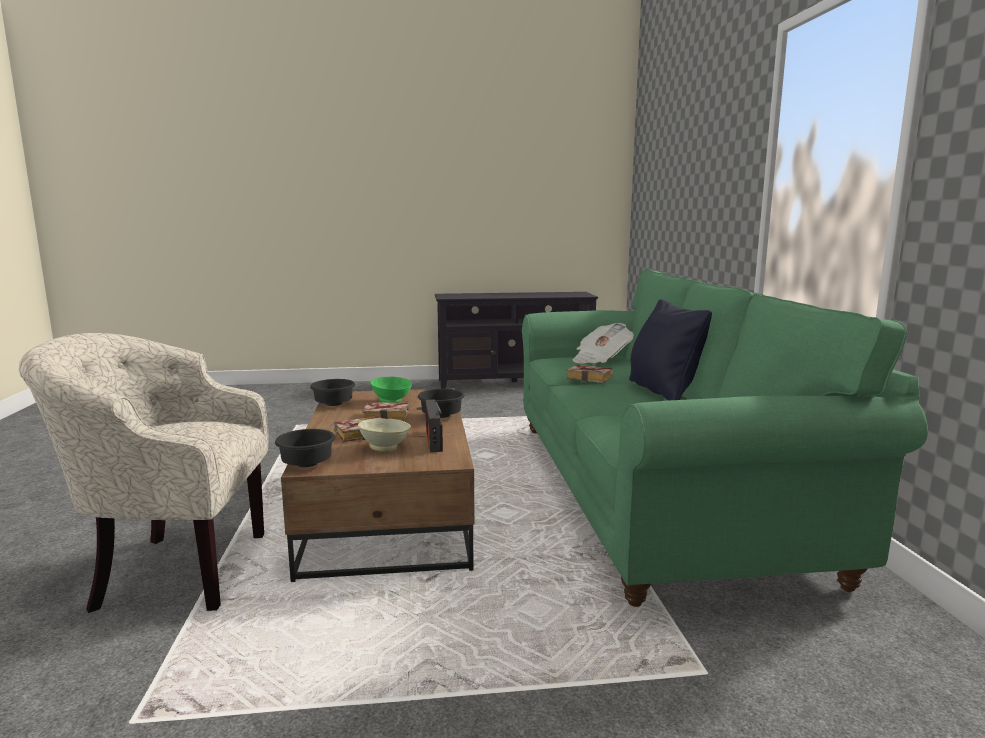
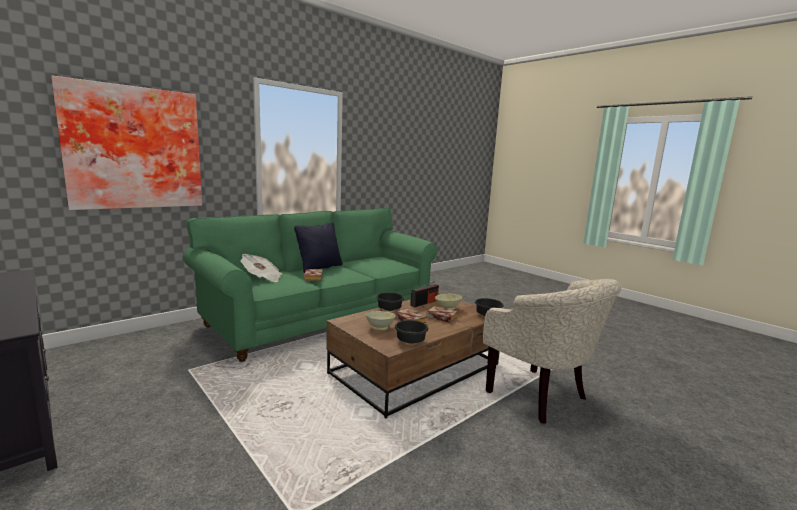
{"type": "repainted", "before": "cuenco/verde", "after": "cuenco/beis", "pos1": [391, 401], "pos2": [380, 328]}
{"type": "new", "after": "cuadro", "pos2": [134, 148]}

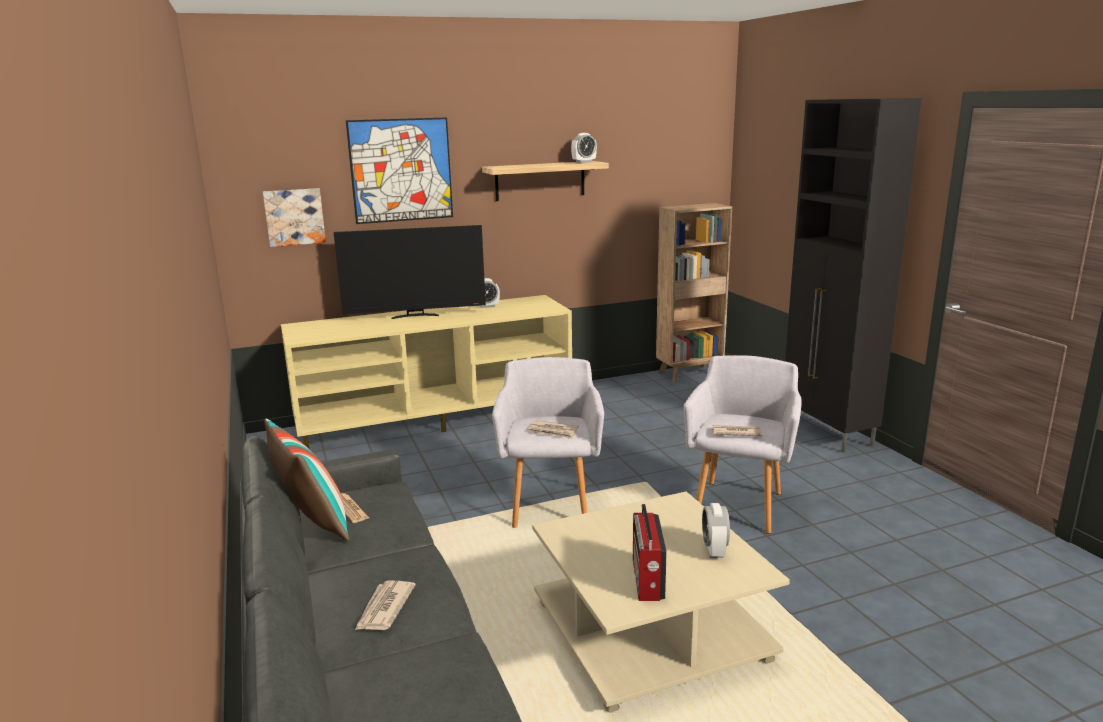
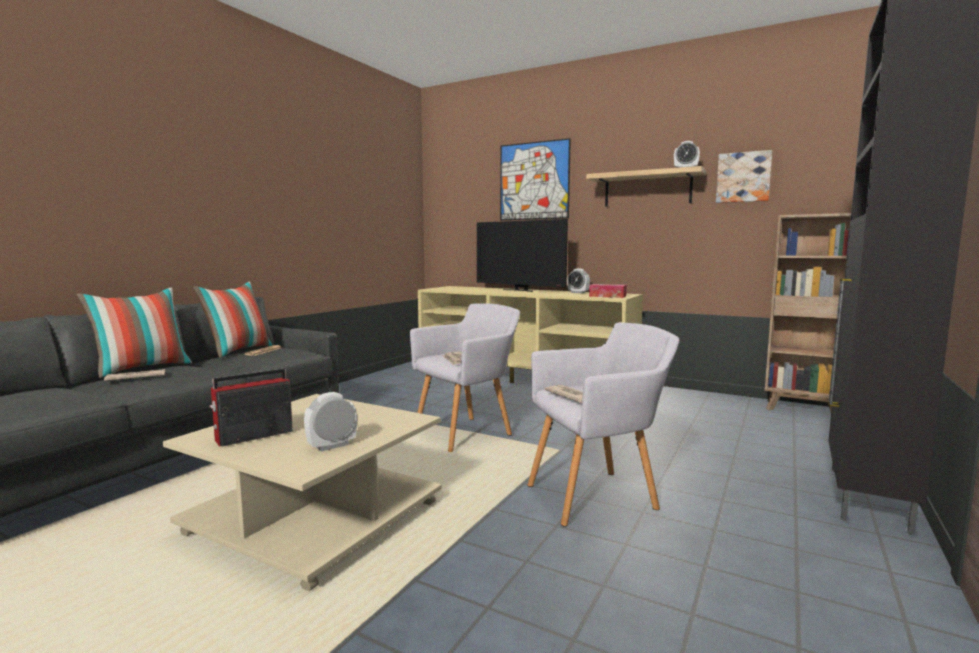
{"type": "shifted", "before": "cuadro", "pos1": [294, 217], "pos2": [743, 177]}
{"type": "new", "after": "caja de pañuelos", "pos2": [607, 296]}
{"type": "new", "after": "cojín", "pos2": [142, 369]}

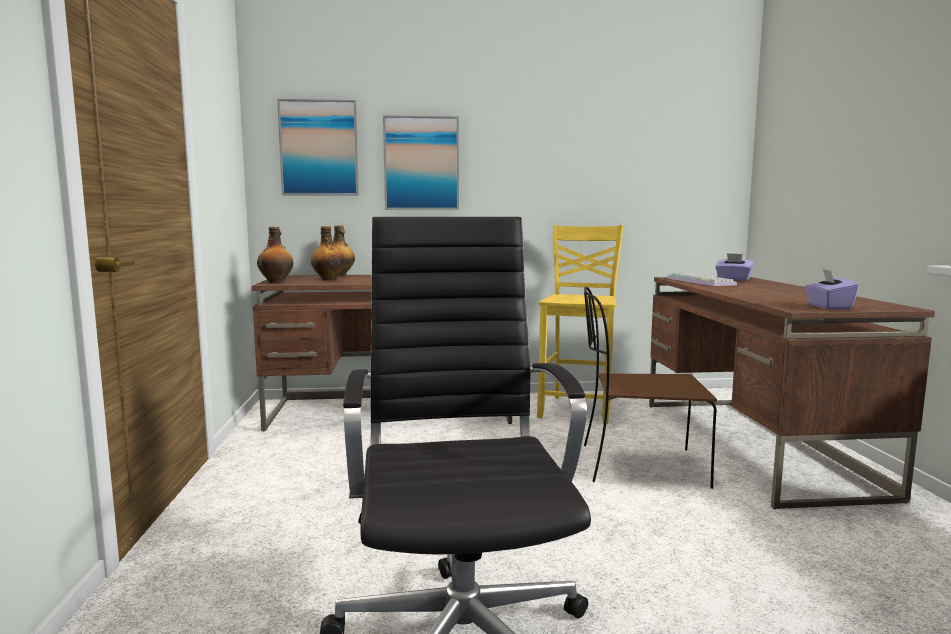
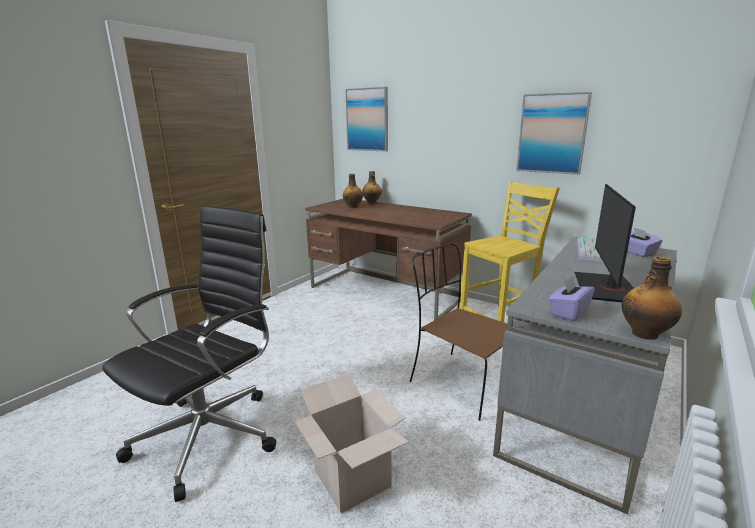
{"type": "shifted", "before": "cuadro", "pos1": [421, 163], "pos2": [552, 133]}
{"type": "shifted", "before": "botella", "pos1": [276, 282], "pos2": [645, 334]}
{"type": "repainted", "before": "escritorio/marrón", "after": "escritorio/gris", "pos1": [753, 446], "pos2": [583, 403]}
{"type": "new", "after": "monitor", "pos2": [605, 288]}
{"type": "new", "after": "caja de cartón", "pos2": [352, 479]}

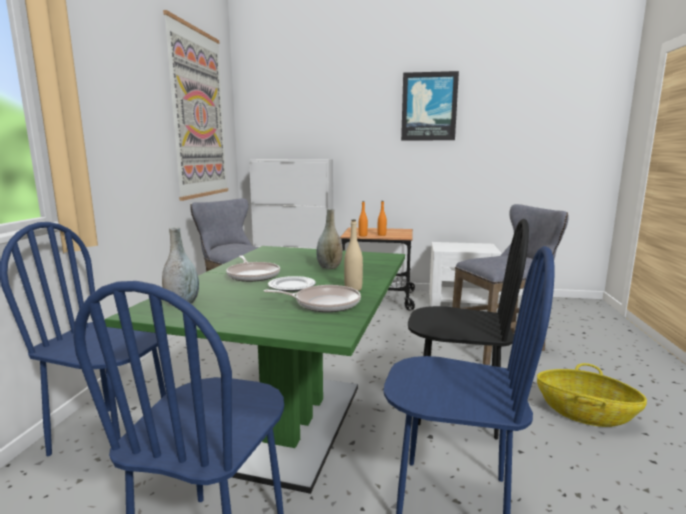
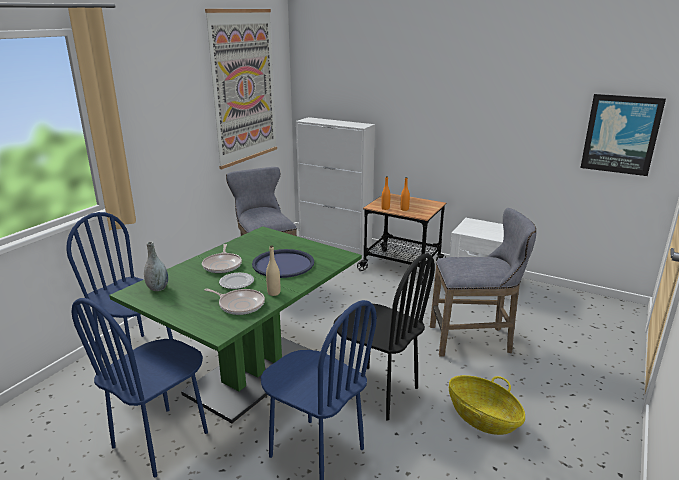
{"type": "shifted", "before": "cuadro", "pos1": [429, 106], "pos2": [621, 134]}
{"type": "swapped", "before": "florero/gris", "after": "bandeja/azul", "pos1": [329, 267], "pos2": [283, 264]}

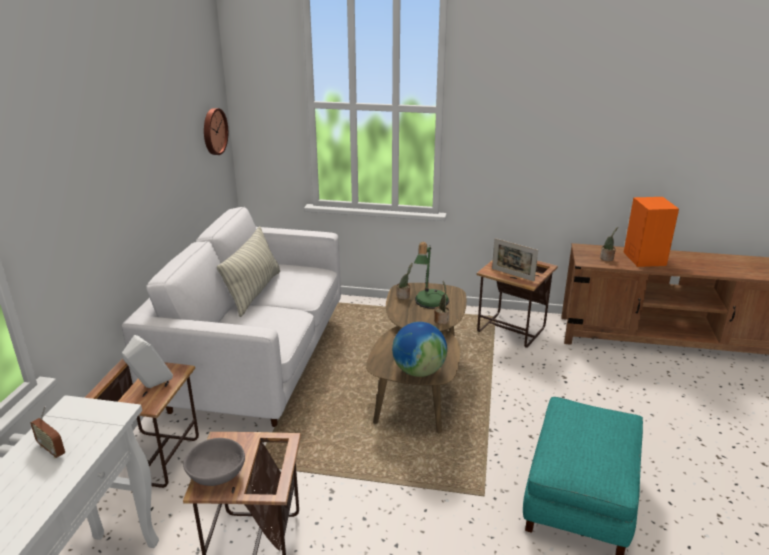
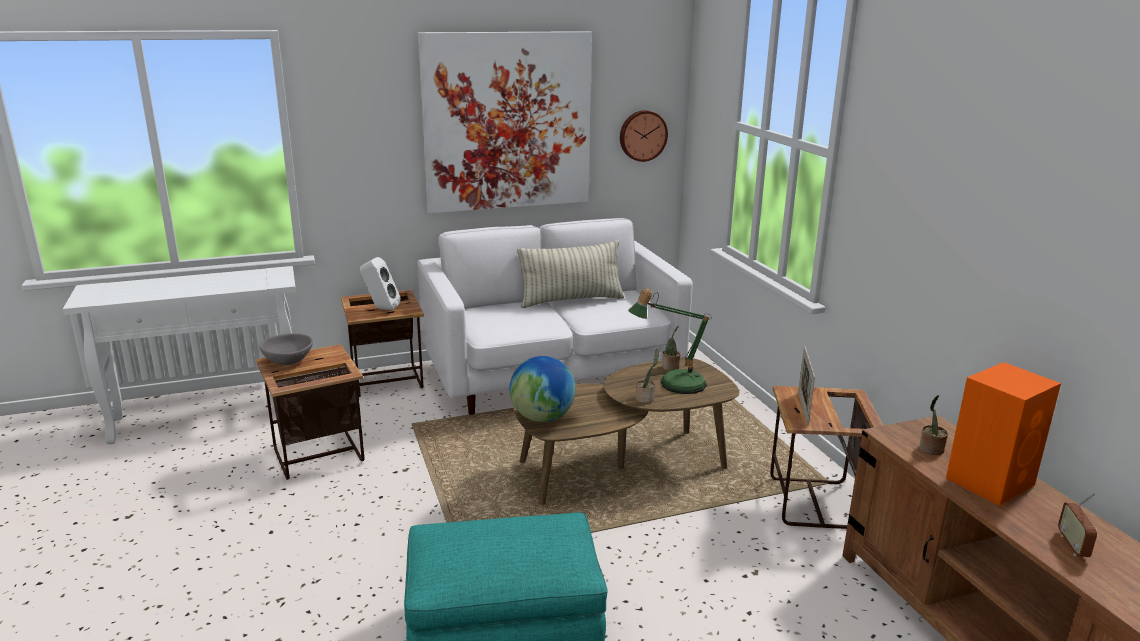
{"type": "shifted", "before": "radio", "pos1": [52, 450], "pos2": [1072, 546]}
{"type": "new", "after": "cuadro", "pos2": [507, 122]}

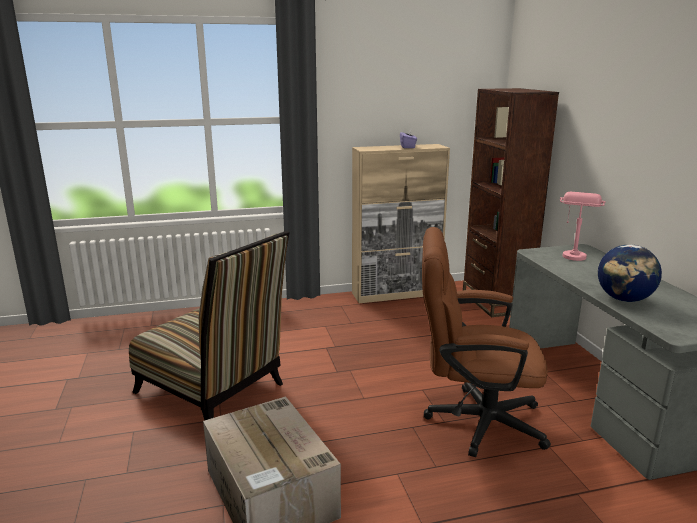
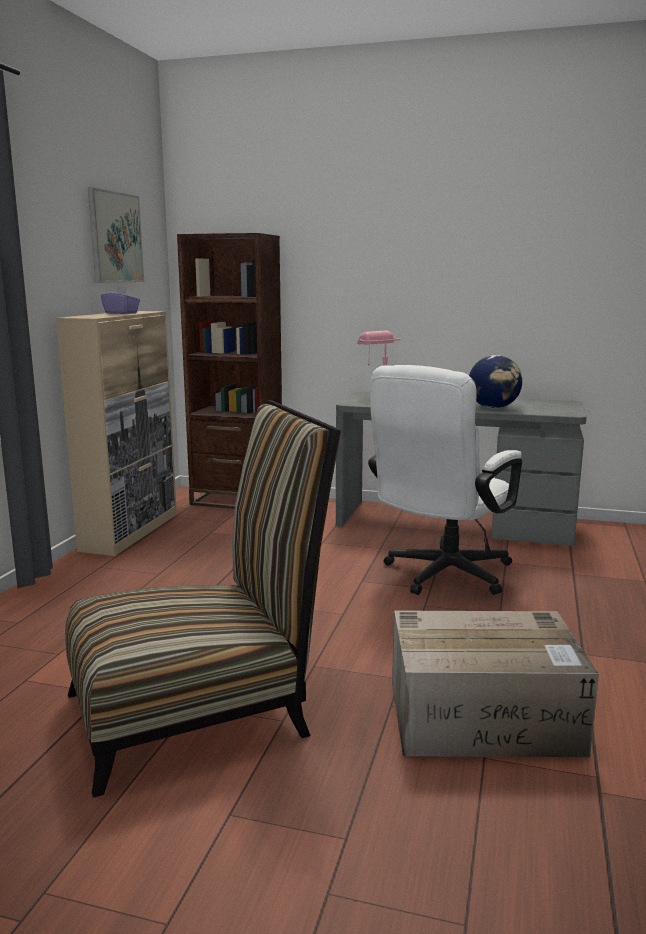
{"type": "repainted", "before": "silla de oficina/marrón", "after": "silla de oficina/blanco", "pos1": [473, 421], "pos2": [441, 576]}
{"type": "new", "after": "cuadro", "pos2": [115, 237]}

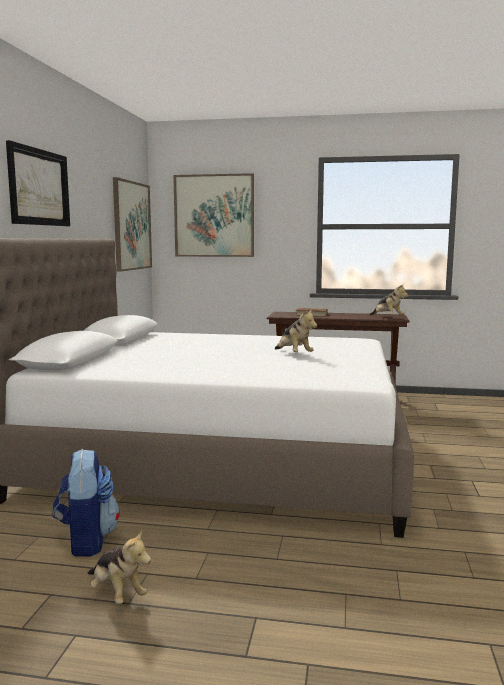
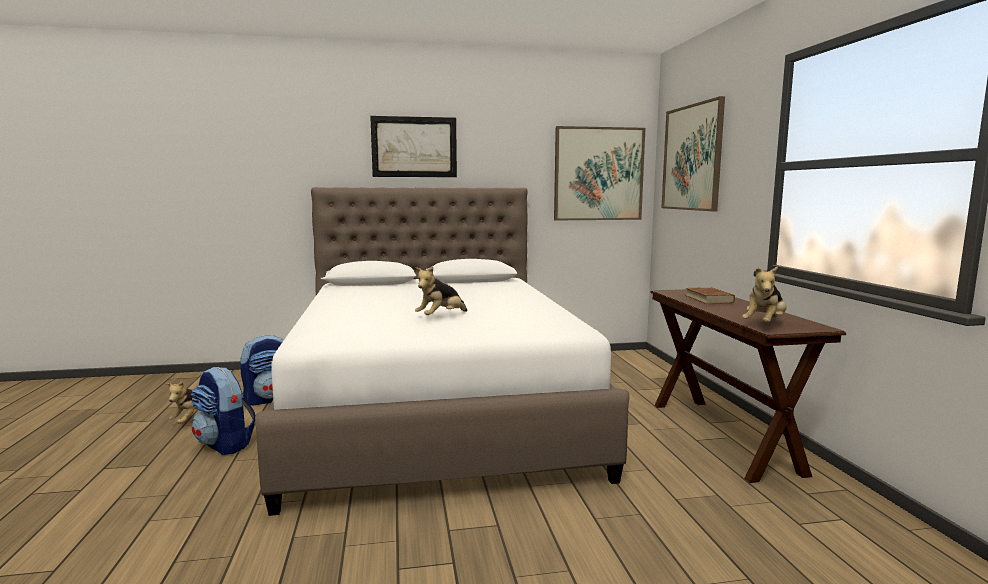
{"type": "new", "after": "mochila", "pos2": [225, 445]}

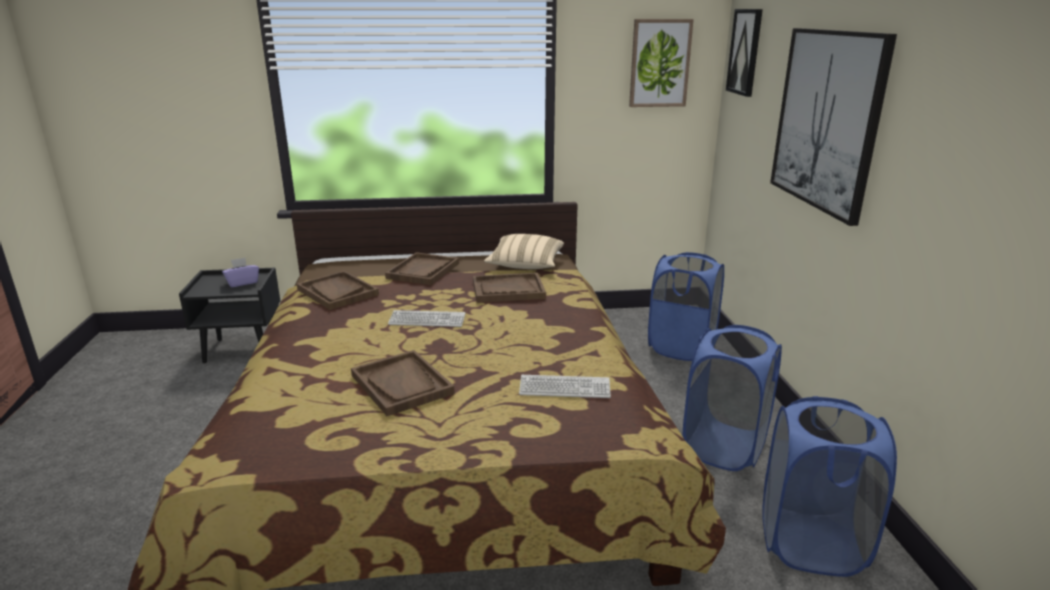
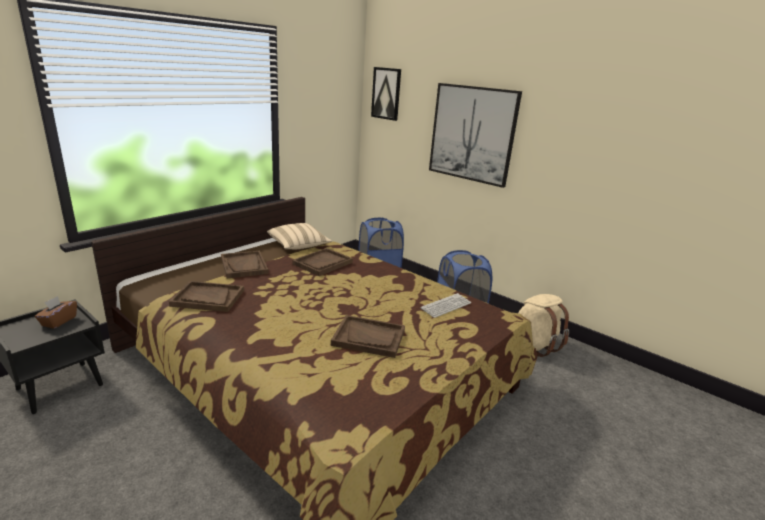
{"type": "gone", "before": "cuadro", "pos1": [659, 63]}
{"type": "repainted", "before": "caja de pañuelos/morado", "after": "caja de pañuelos/marrón", "pos1": [242, 282], "pos2": [58, 321]}
{"type": "gone", "before": "teclado", "pos1": [427, 320]}
{"type": "swapped", "before": "cesto de la ropa/azul", "after": "mochila/beis", "pos1": [810, 543], "pos2": [533, 345]}

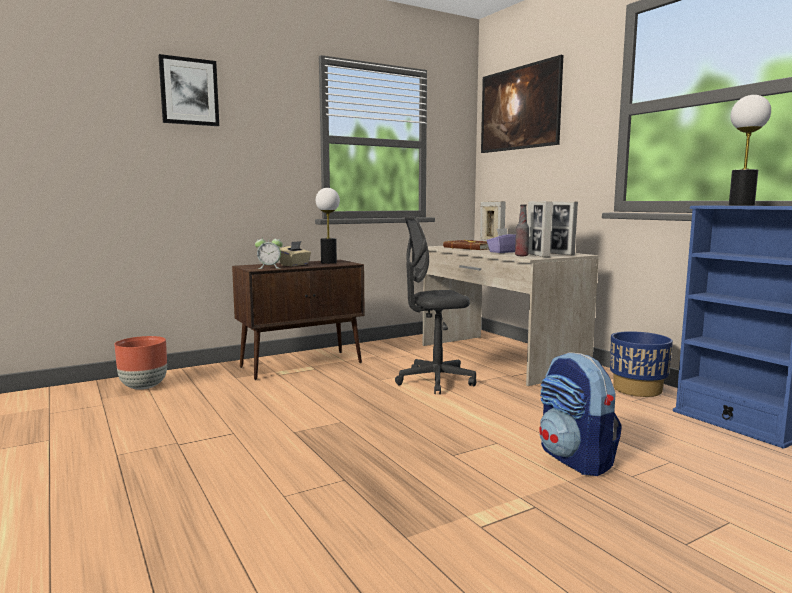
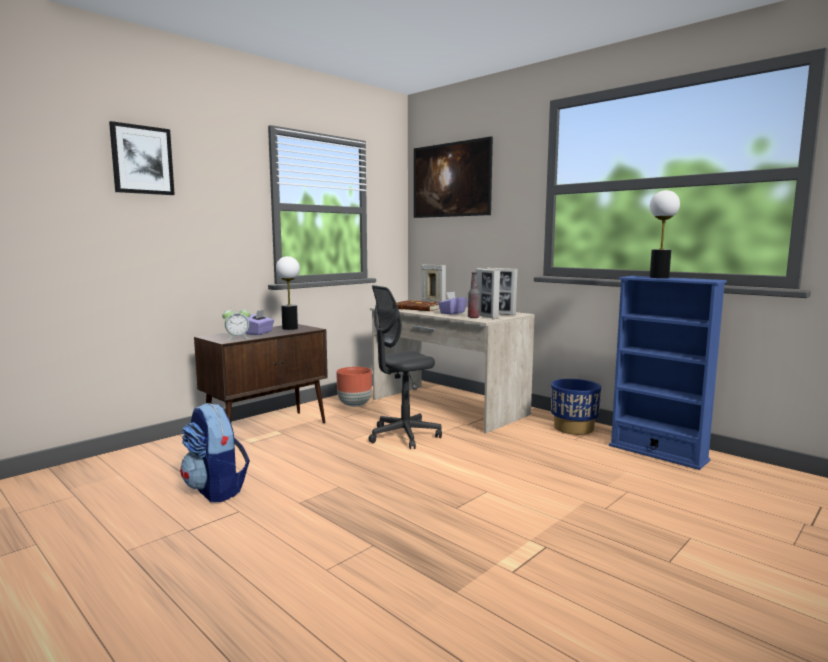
{"type": "repainted", "before": "caja de pañuelos/beis", "after": "caja de pañuelos/morado", "pos1": [295, 265], "pos2": [259, 333]}
{"type": "shifted", "before": "maceta/marrón", "pos1": [144, 387], "pos2": [354, 405]}
{"type": "shifted", "before": "mochila", "pos1": [575, 459], "pos2": [216, 490]}

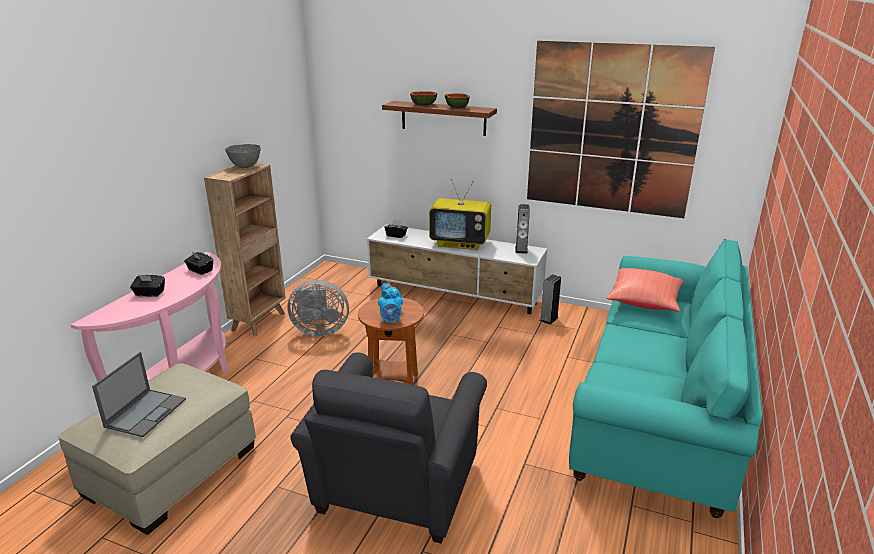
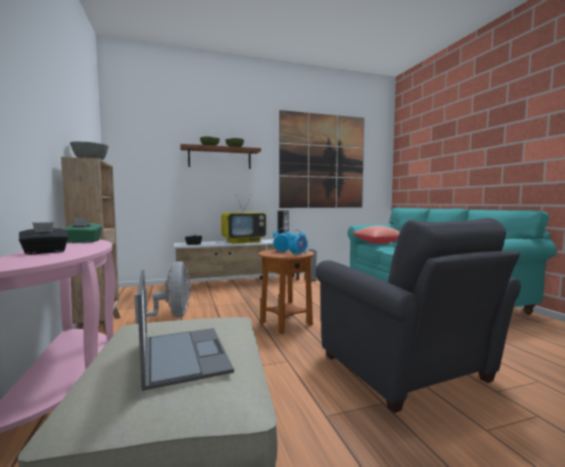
{"type": "repainted", "before": "caja de pañuelos/negro", "after": "caja de pañuelos/verde", "pos1": [200, 270], "pos2": [82, 242]}
{"type": "rotated", "before": "ventilador/gris", "pos1": [319, 330], "pos2": [171, 317], "turn": -60}

